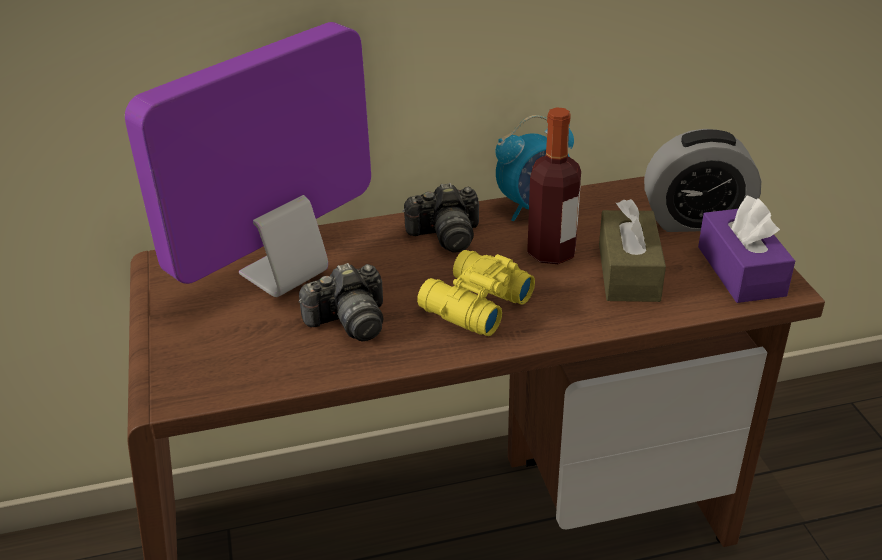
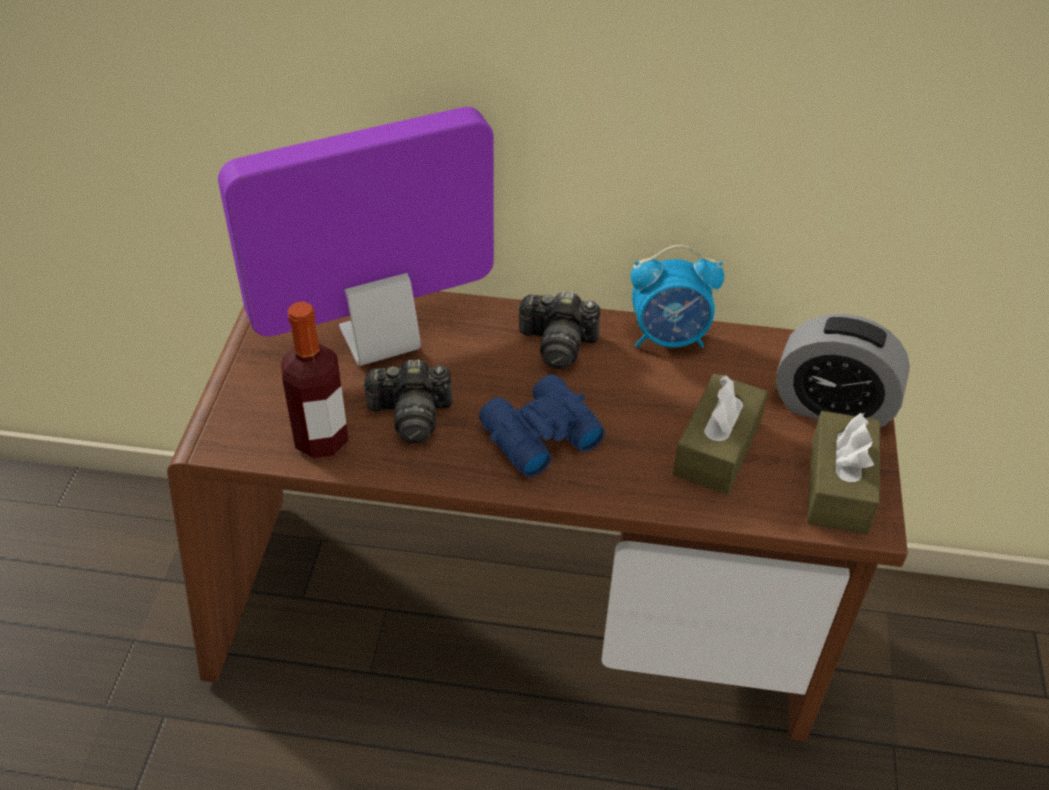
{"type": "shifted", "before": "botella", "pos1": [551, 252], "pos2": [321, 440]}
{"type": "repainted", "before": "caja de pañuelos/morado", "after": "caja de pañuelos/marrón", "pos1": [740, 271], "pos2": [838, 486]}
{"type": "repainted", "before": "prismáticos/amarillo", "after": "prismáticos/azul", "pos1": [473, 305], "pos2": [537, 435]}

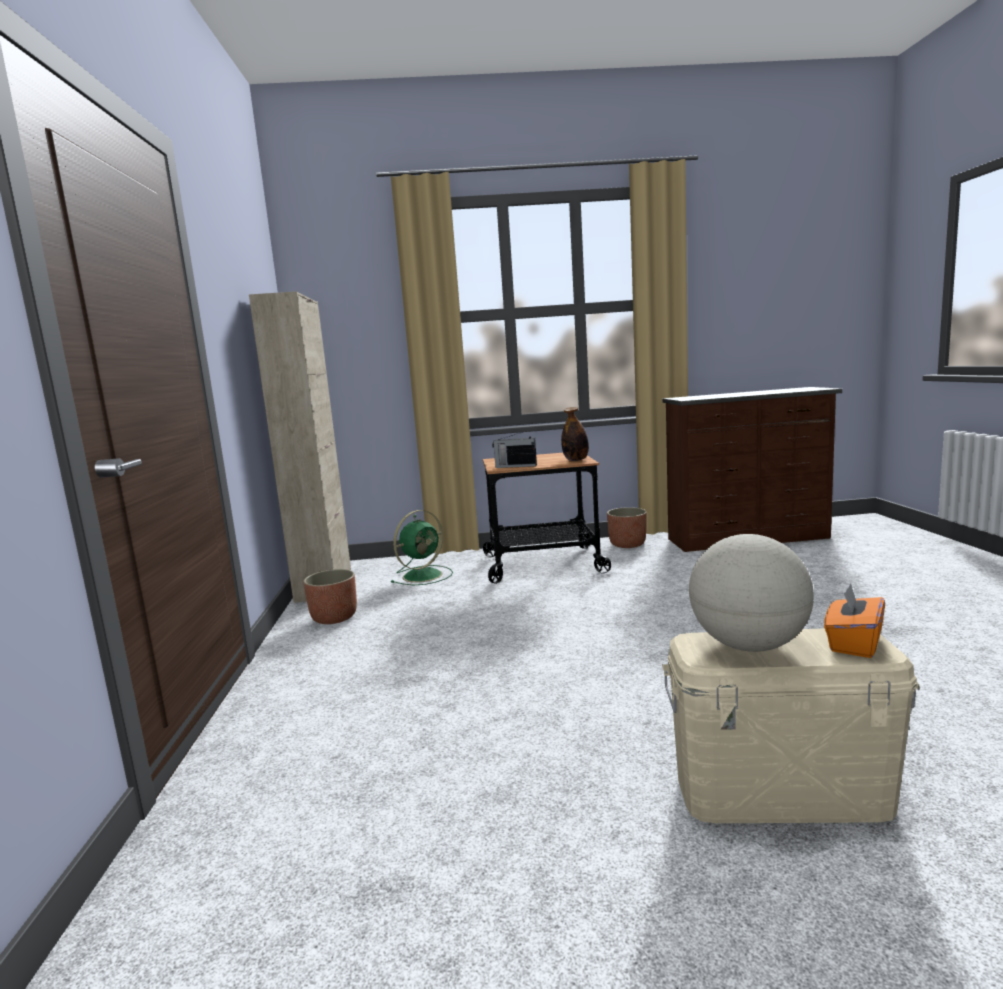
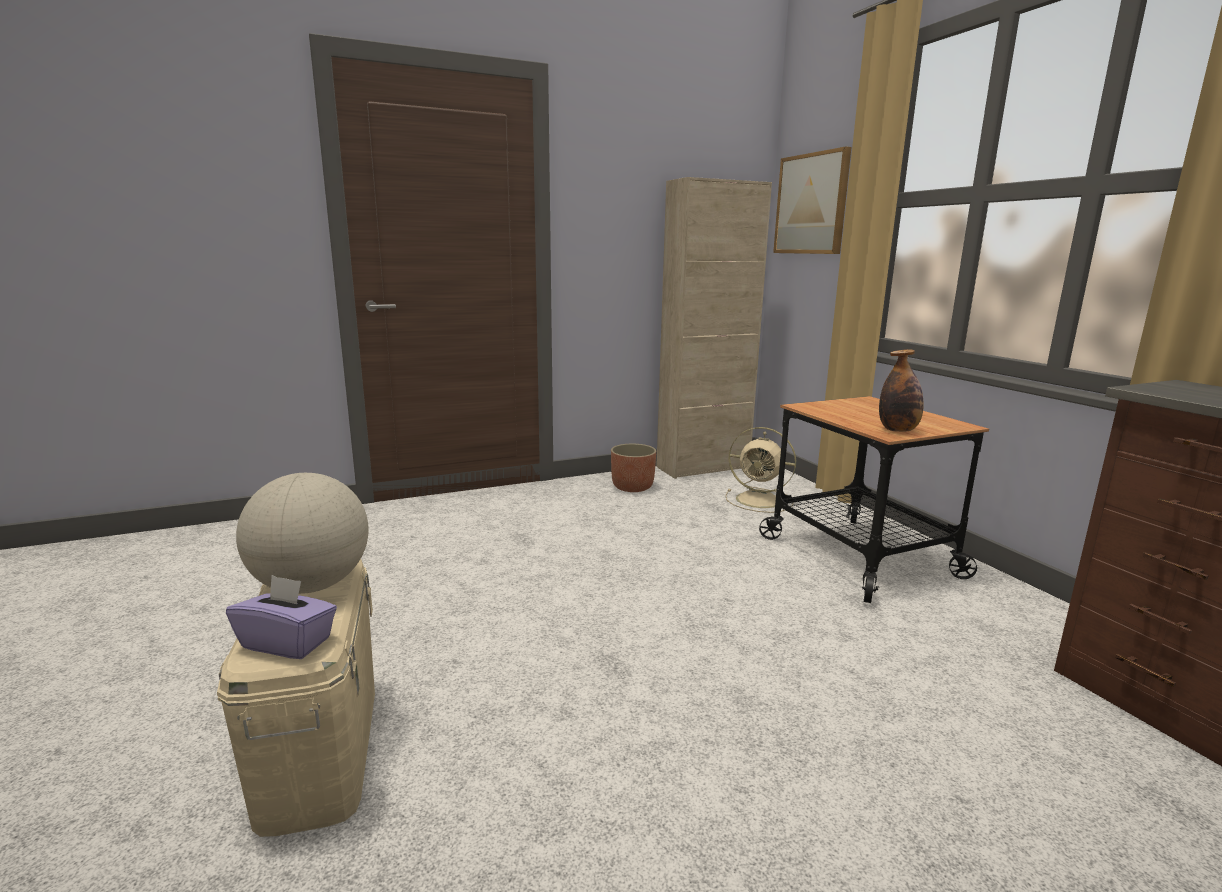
{"type": "gone", "before": "radio", "pos1": [515, 466]}
{"type": "gone", "before": "maceta", "pos1": [627, 544]}
{"type": "repainted", "before": "ventilador/verde", "after": "ventilador/beis", "pos1": [424, 575], "pos2": [760, 500]}
{"type": "repainted", "before": "caja de pañuelos/naranja", "after": "caja de pañuelos/morado", "pos1": [853, 643], "pos2": [288, 642]}
{"type": "new", "after": "cuadro", "pos2": [812, 204]}

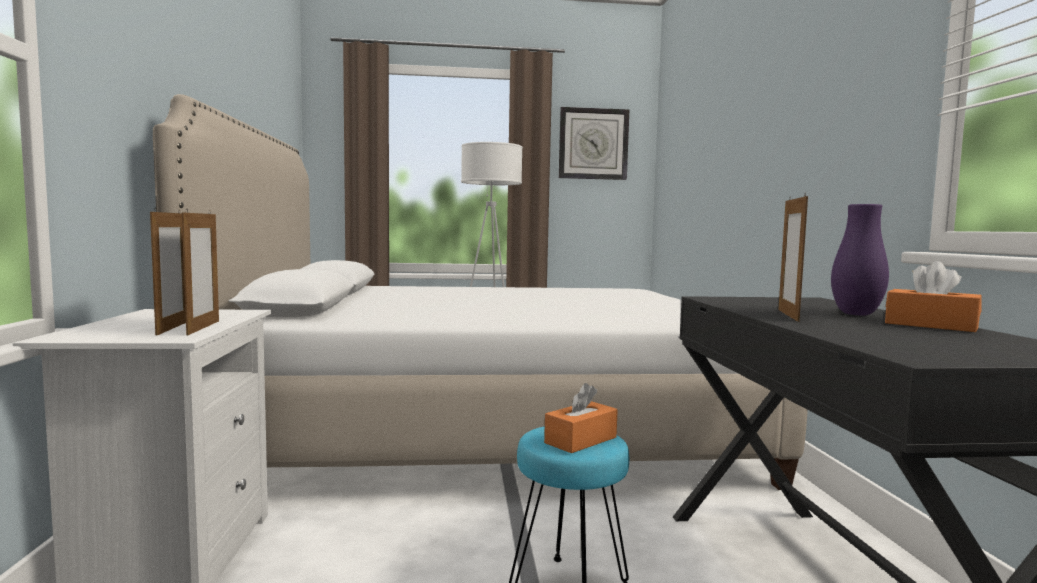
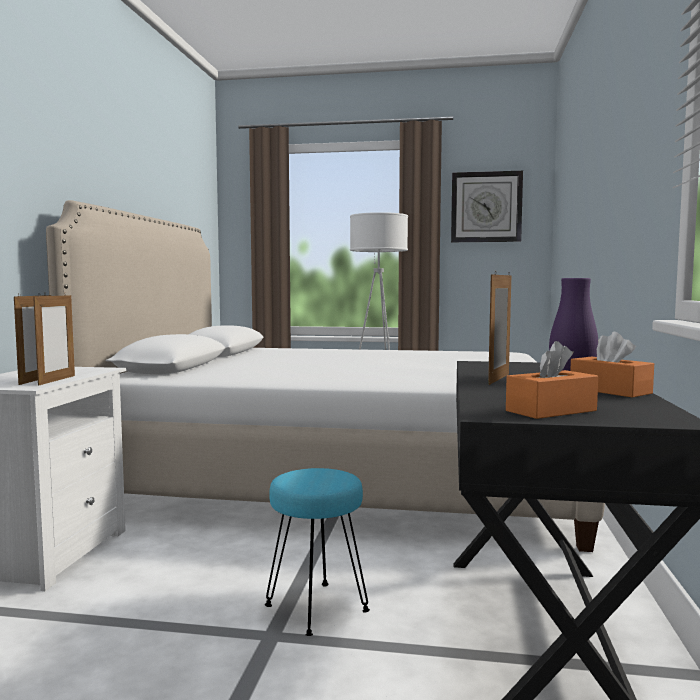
{"type": "shifted", "before": "caja de pañuelos/naranja", "pos1": [580, 440], "pos2": [551, 411]}

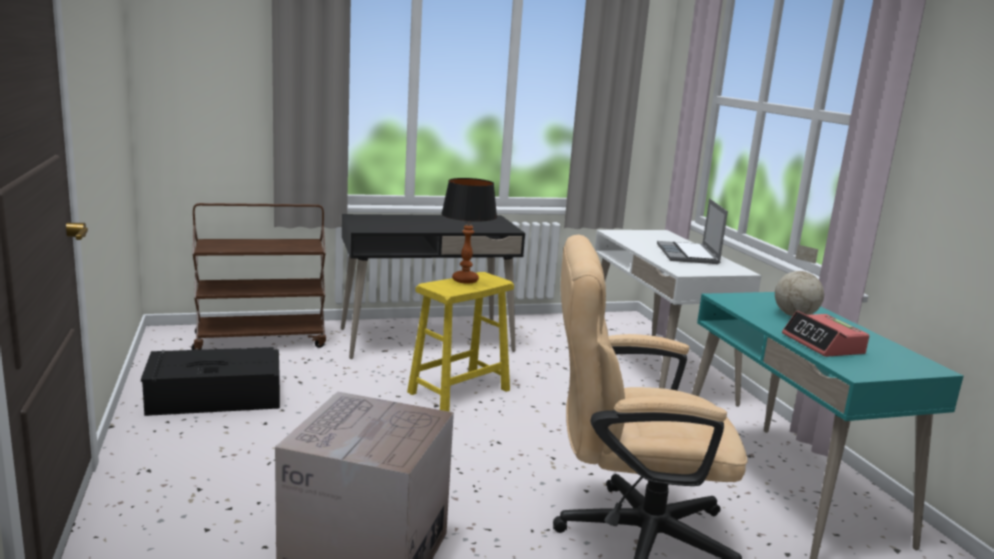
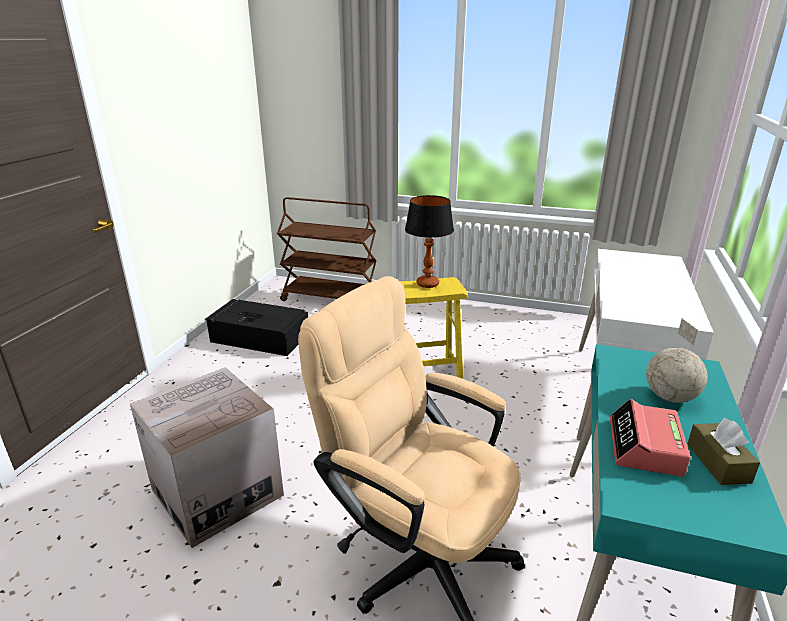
{"type": "gone", "before": "portátil", "pos1": [688, 255]}
{"type": "gone", "before": "escritorio/negro", "pos1": [426, 340]}
{"type": "new", "after": "caja de pañuelos/marrón", "pos2": [718, 463]}

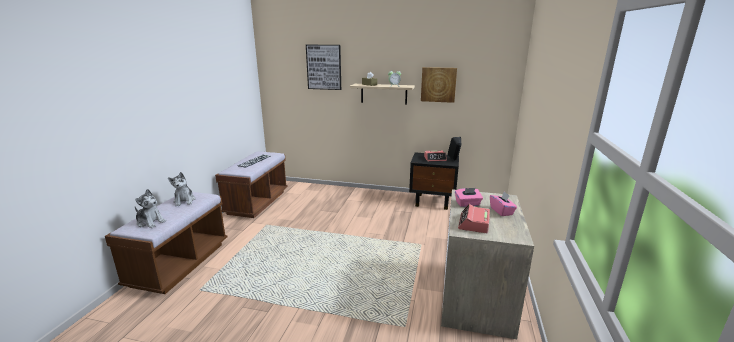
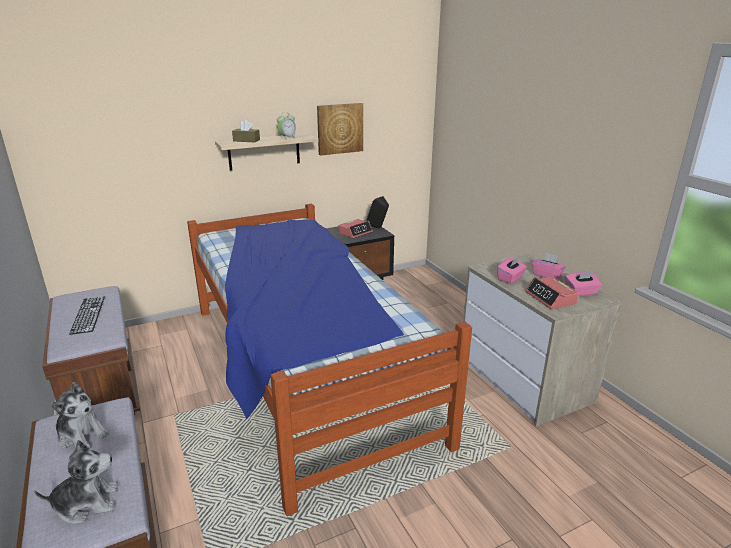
{"type": "gone", "before": "cuadro", "pos1": [324, 67]}
{"type": "new", "after": "cama", "pos2": [303, 368]}
{"type": "new", "after": "caja de pañuelos/rosa", "pos2": [581, 292]}

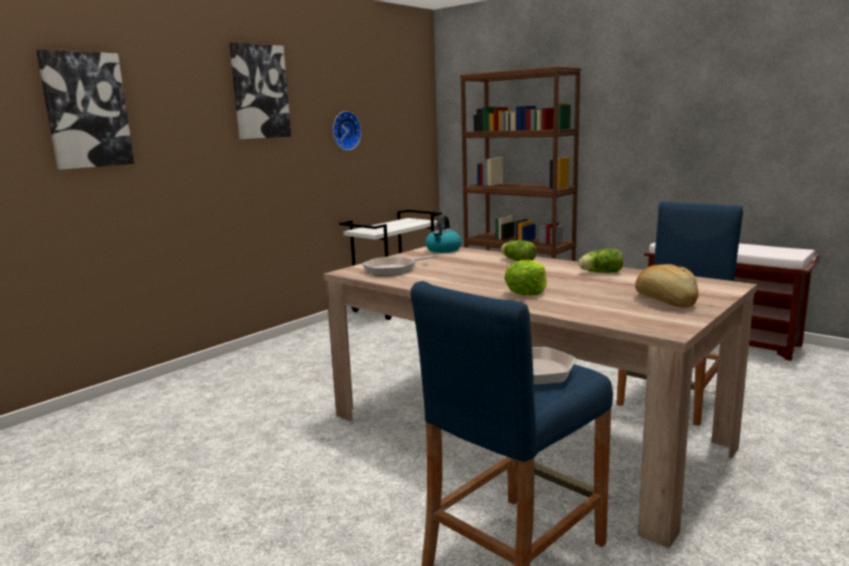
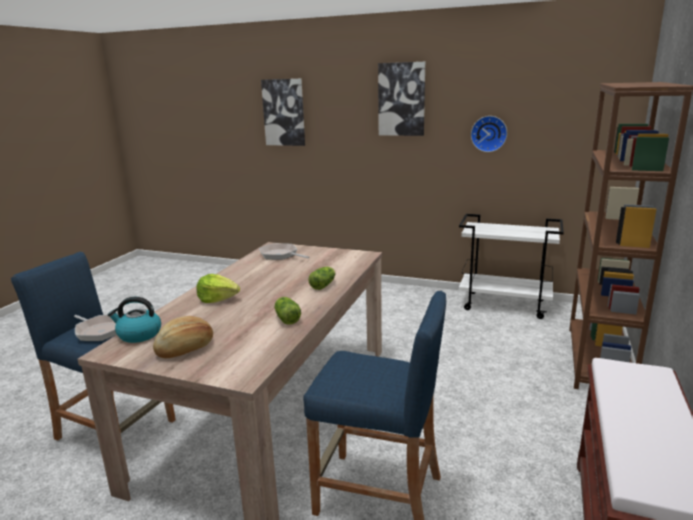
{"type": "shifted", "before": "hervidor", "pos1": [443, 250], "pos2": [139, 335]}

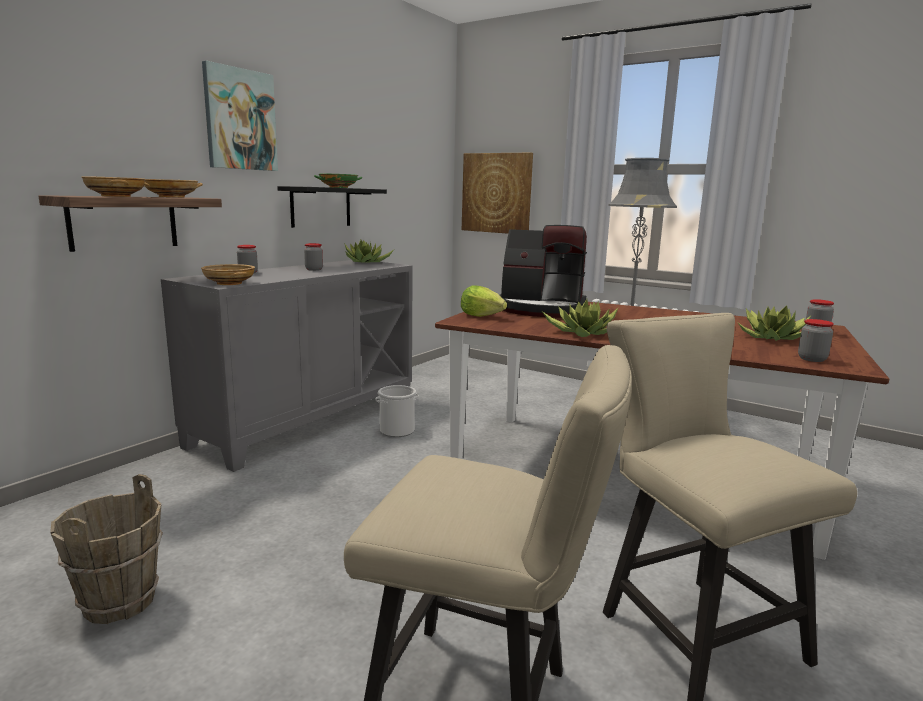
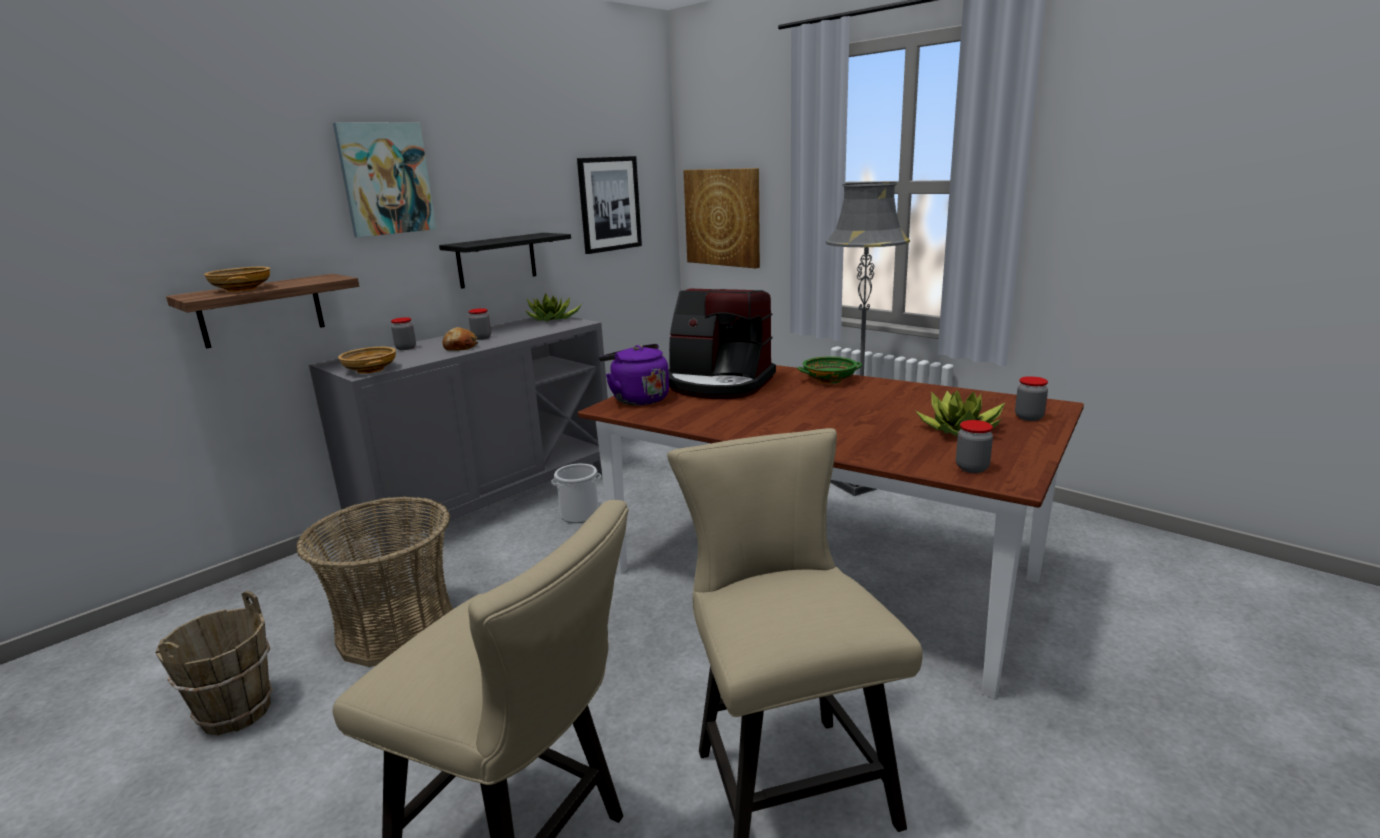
{"type": "shifted", "before": "cuenco/verde", "pos1": [339, 187], "pos2": [829, 380]}
{"type": "gone", "before": "cuenco/beis", "pos1": [172, 197]}
{"type": "swapped", "before": "lechuga", "after": "hervidor/morado", "pos1": [481, 316], "pos2": [637, 399]}
{"type": "gone", "before": "planta en maceta", "pos1": [581, 332]}
{"type": "new", "after": "cuadro", "pos2": [609, 204]}
{"type": "new", "after": "pan", "pos2": [460, 347]}
{"type": "new", "after": "cesta", "pos2": [396, 630]}

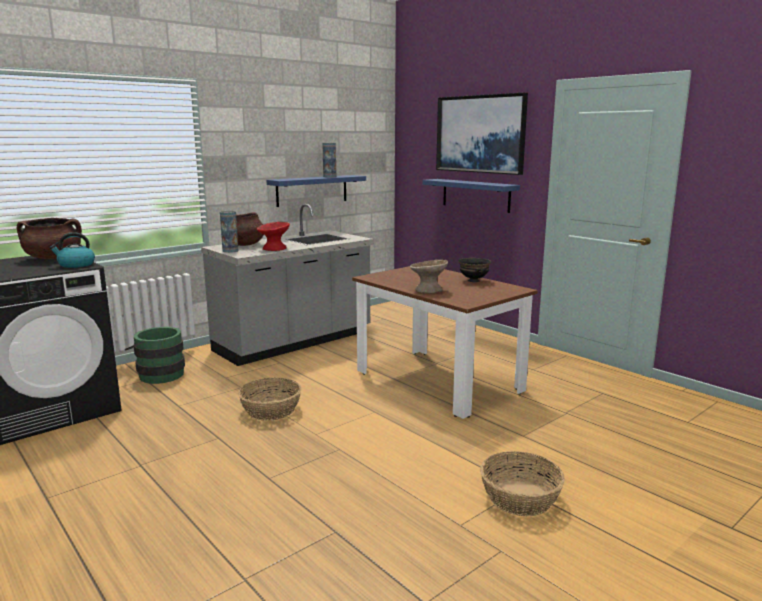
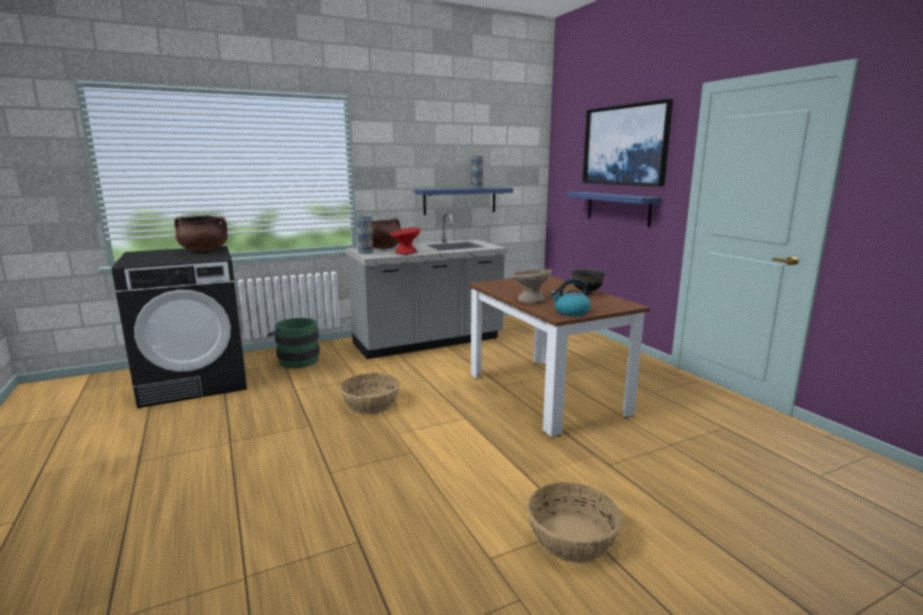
{"type": "shifted", "before": "hervidor", "pos1": [76, 265], "pos2": [571, 312]}

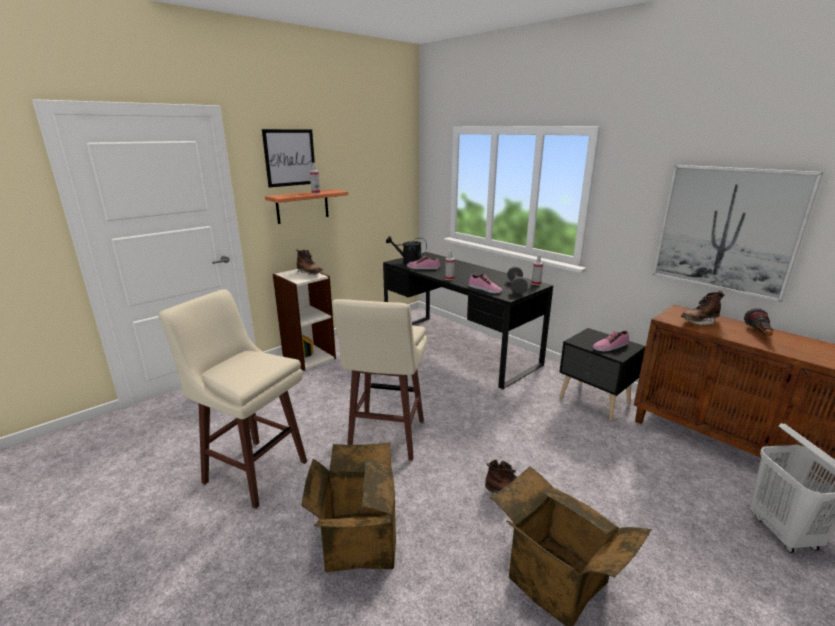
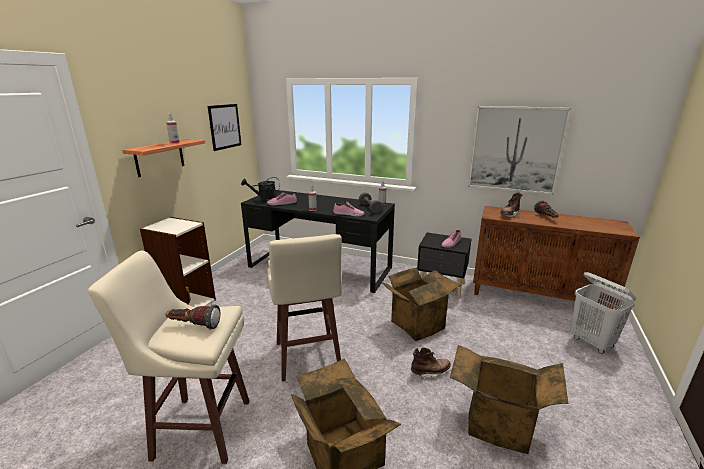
{"type": "shifted", "before": "cuadro", "pos1": [290, 157], "pos2": [225, 126]}
{"type": "gone", "before": "bota/marrón", "pos1": [310, 274]}
{"type": "new", "after": "caja de cartón", "pos2": [416, 323]}
{"type": "new", "after": "linterna", "pos2": [194, 325]}

